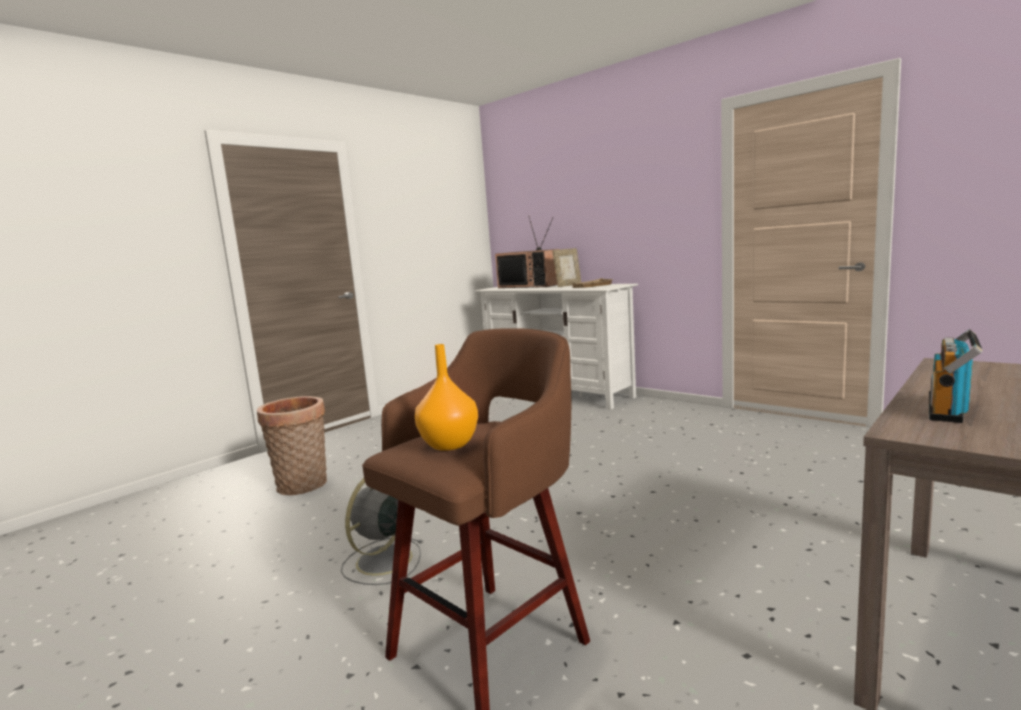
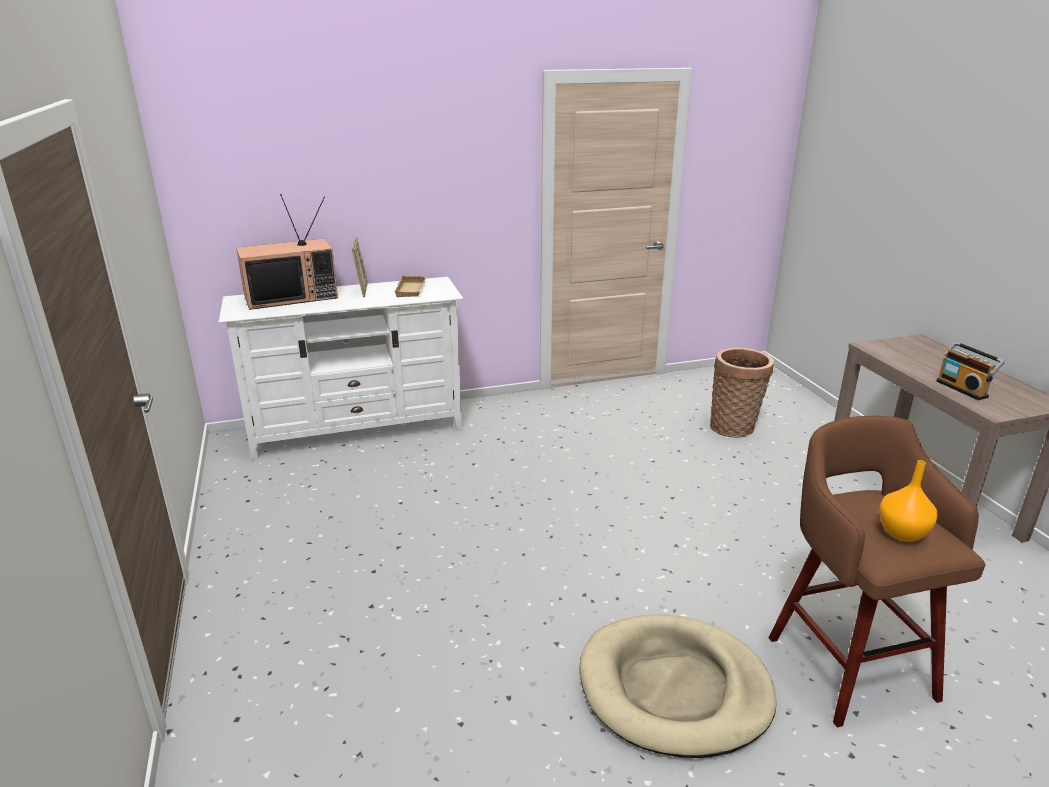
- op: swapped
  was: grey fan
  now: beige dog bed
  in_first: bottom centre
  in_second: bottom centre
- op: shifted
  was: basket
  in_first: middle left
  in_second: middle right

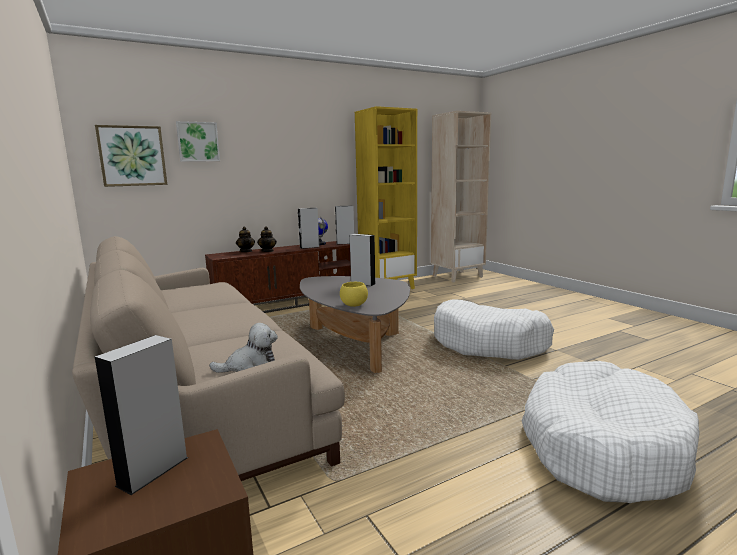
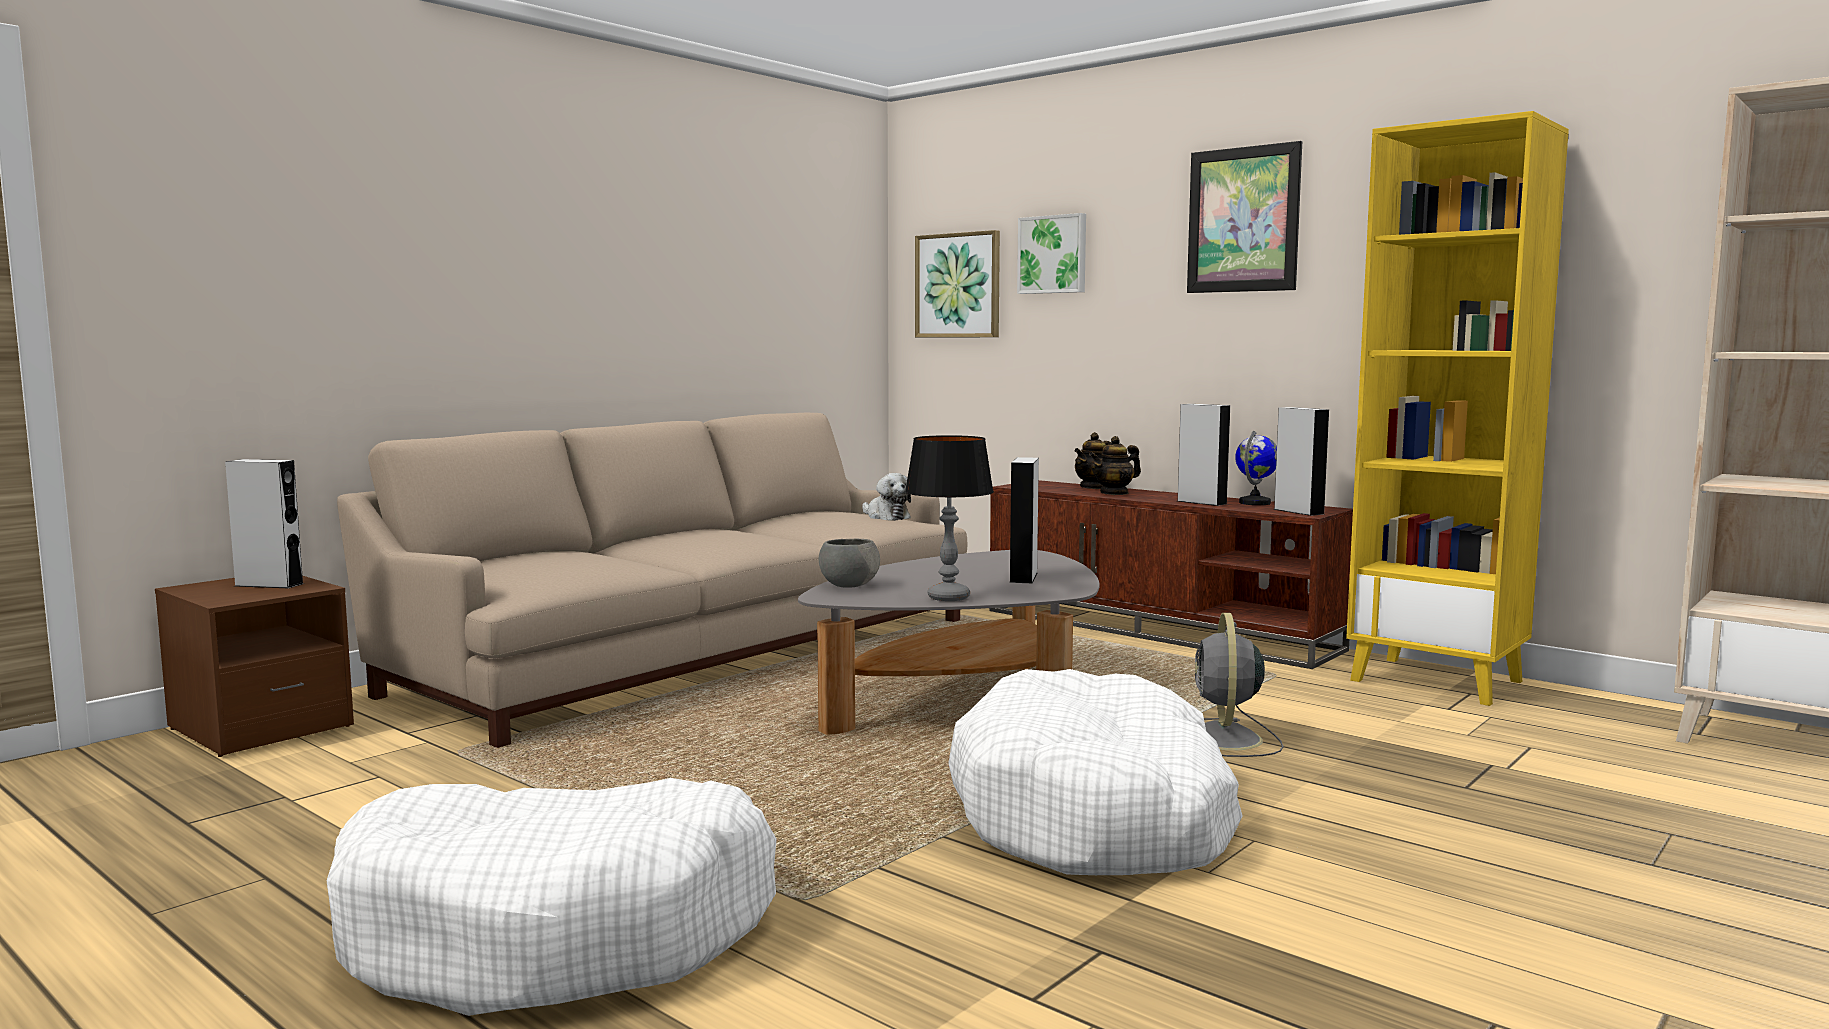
- op: repainted
  was: yellow bowl
  now: grey bowl
  in_first: centre
  in_second: centre
- op: shifted
  was: plush toy
  in_first: middle left
  in_second: centre
- op: new
  now: table lamp
  in_second: centre
- op: new
  now: picture (no. 3 from left)
  in_second: top right
- op: new
  now: grey fan
  in_second: middle right

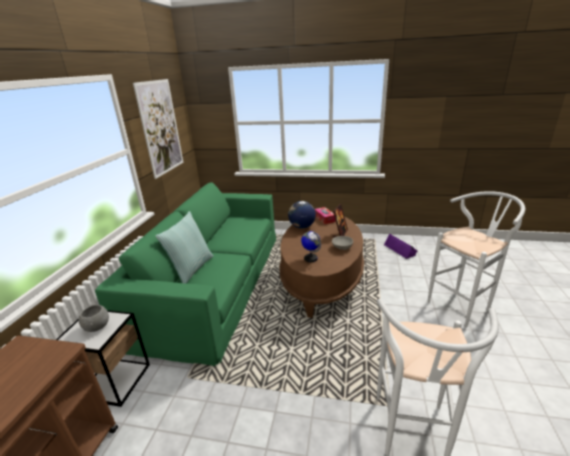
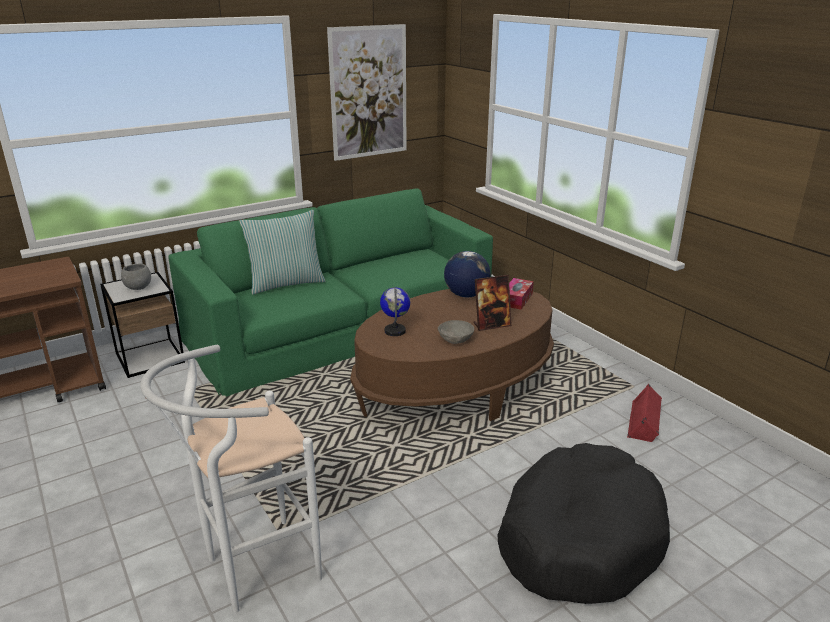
- op: swapped
  was: white stool (no. 2 from left)
  now: black dog bed
  in_first: middle right
  in_second: bottom right
- op: repainted
  was: purple speaker
  now: red speaker
  in_first: middle right
  in_second: middle right

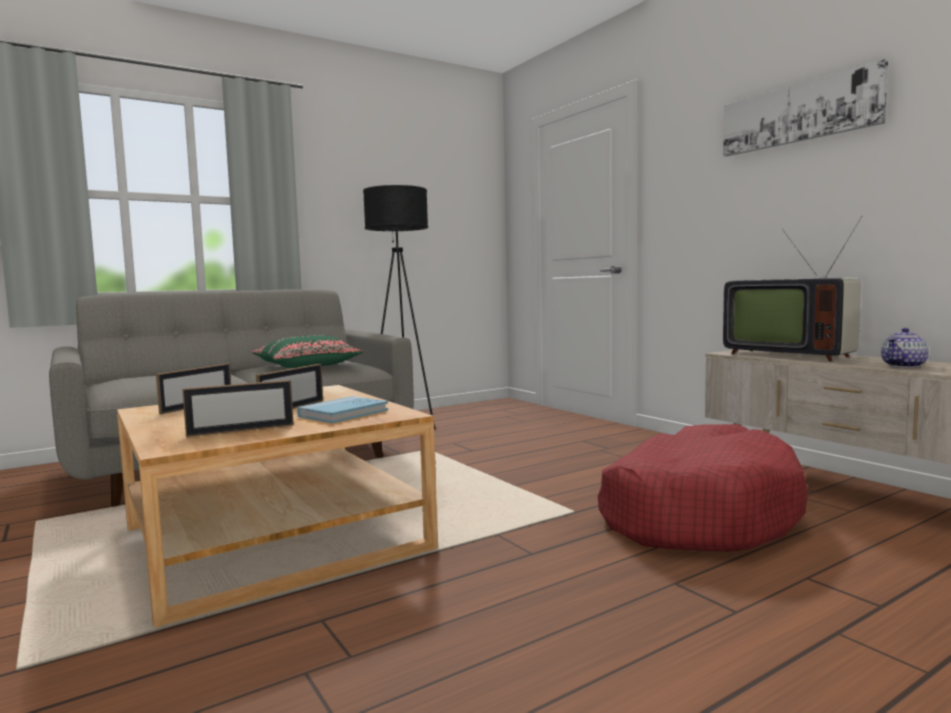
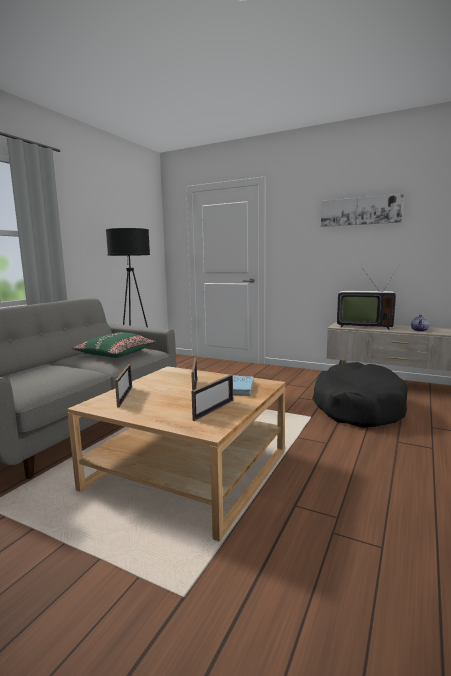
- op: repainted
  was: red dog bed
  now: black dog bed
  in_first: bottom right
  in_second: middle right

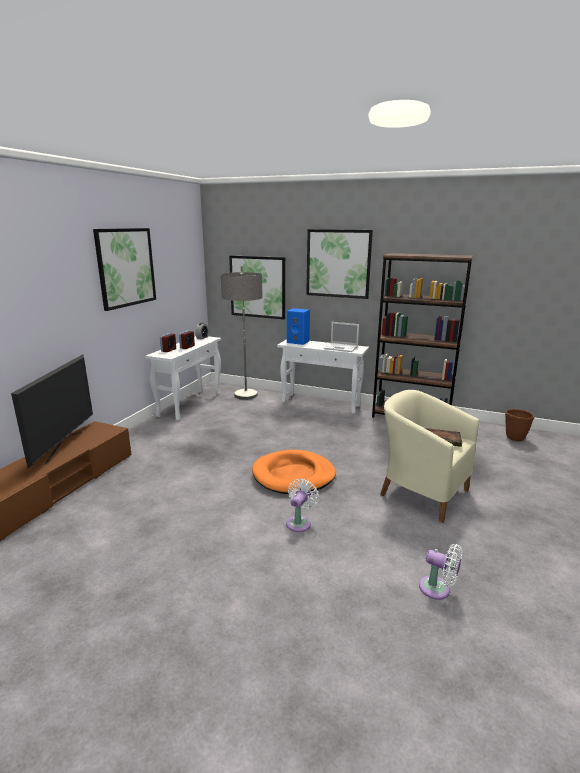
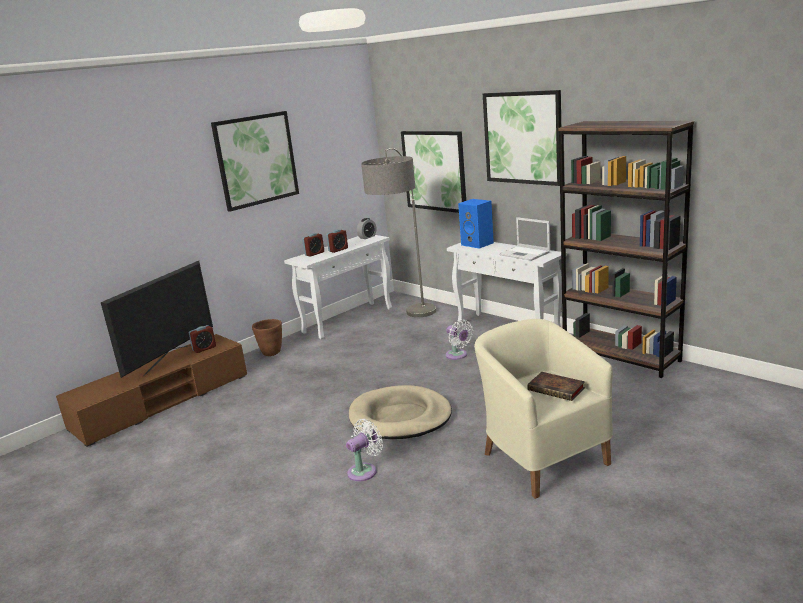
- op: new
  now: alarm clock (no. 1 from left)
  in_second: middle left
- op: shifted
  was: brown planter
  in_first: middle right
  in_second: middle left
- op: repainted
  was: orange dog bed
  now: beige dog bed
  in_first: centre
  in_second: bottom centre
- op: shifted
  was: white fan (no. 2 from left)
  in_first: bottom right
  in_second: centre

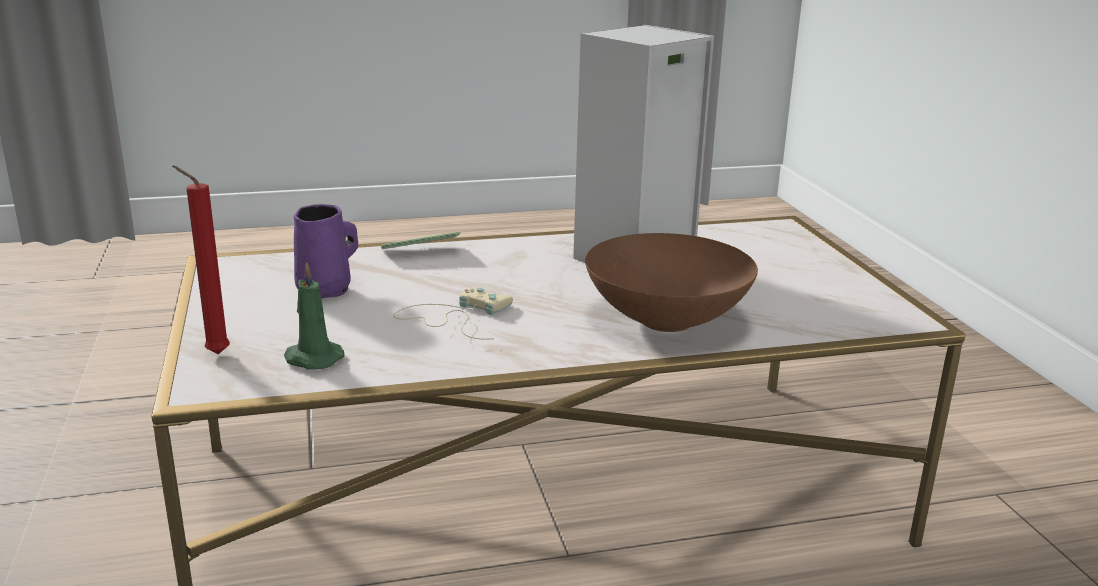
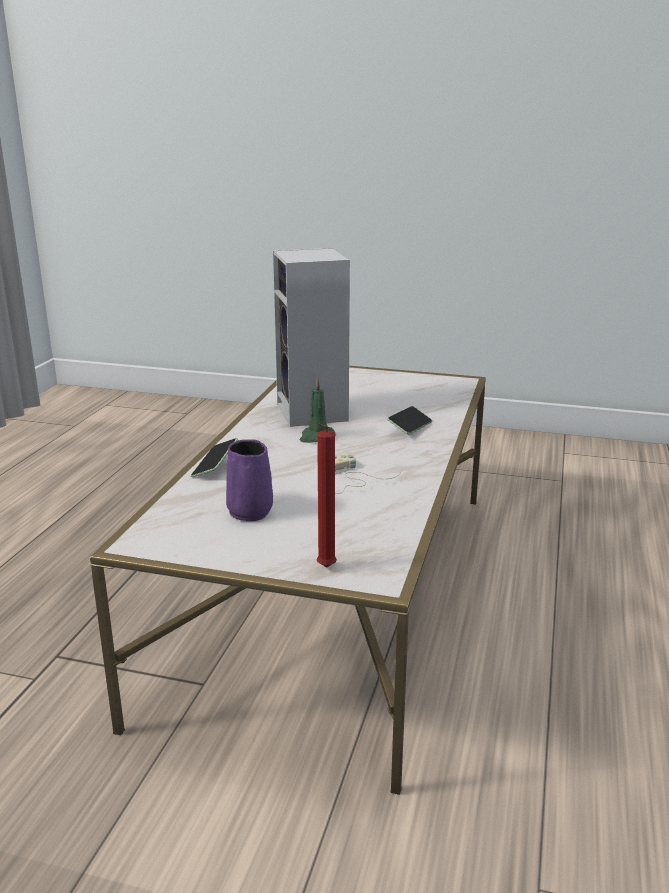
- op: shifted
  was: green candle
  in_first: middle left
  in_second: centre
- op: swapped
  was: brown bowl
  now: phone (no. 2 from left)
  in_first: centre
  in_second: centre

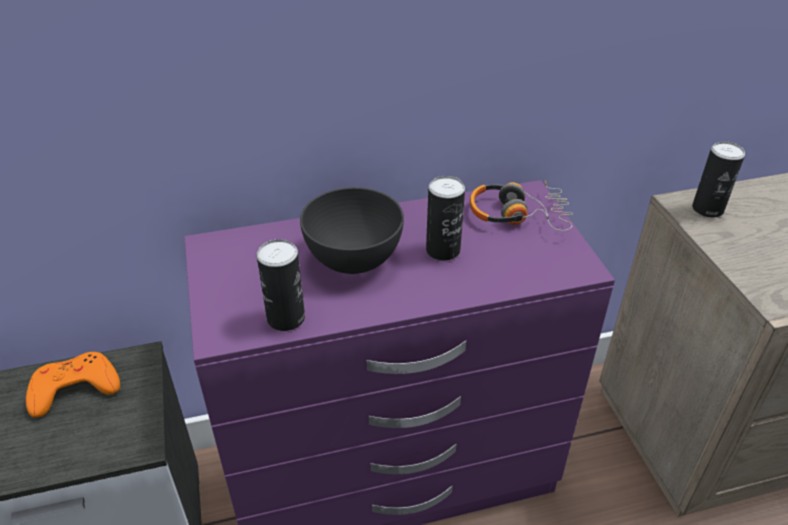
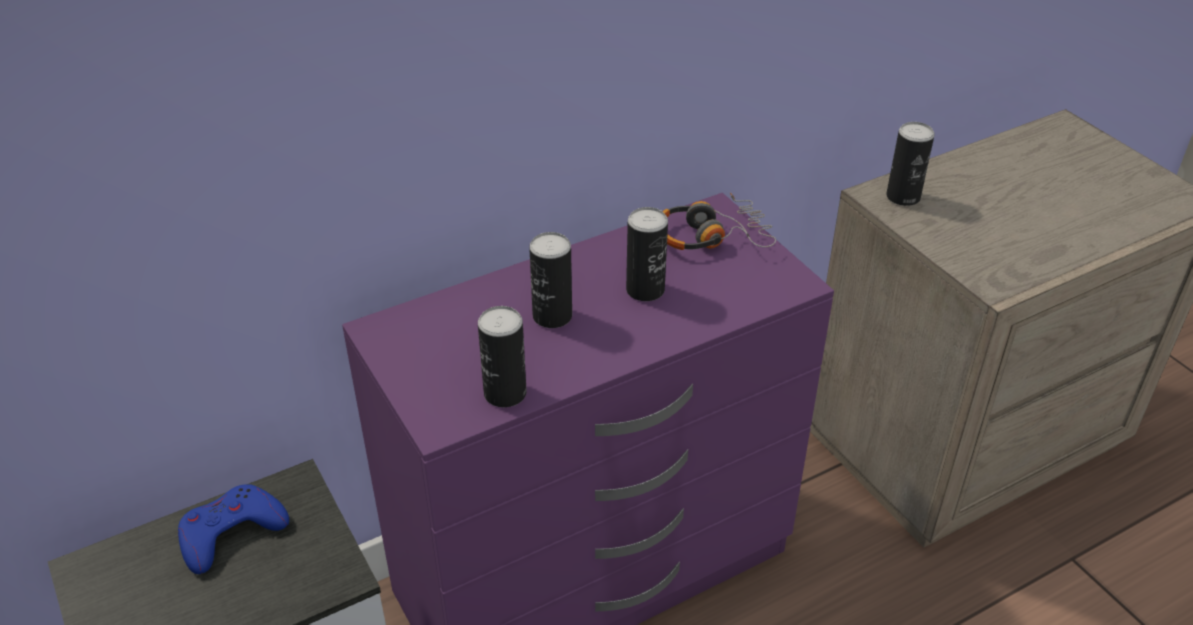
- op: repainted
  was: orange game controller
  now: blue game controller
  in_first: bottom left
  in_second: bottom left
- op: swapped
  was: grey bowl
  now: can (no. 2 from left)
  in_first: centre
  in_second: centre

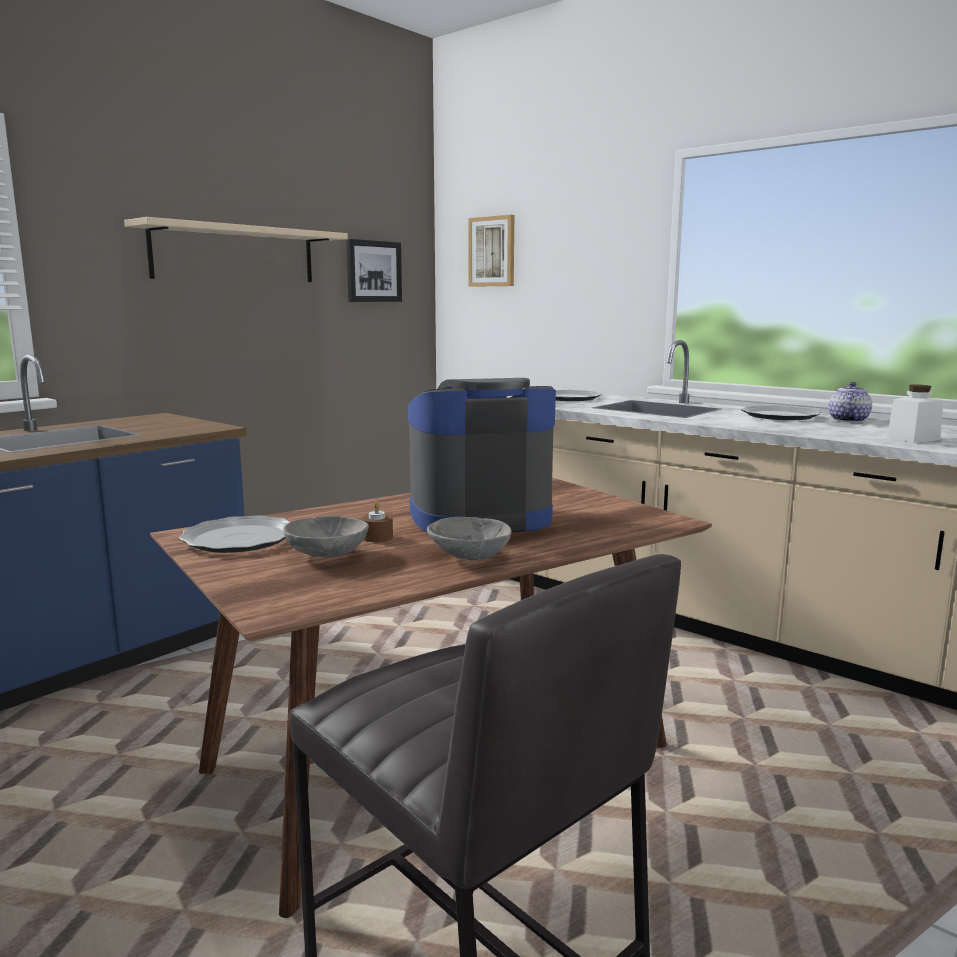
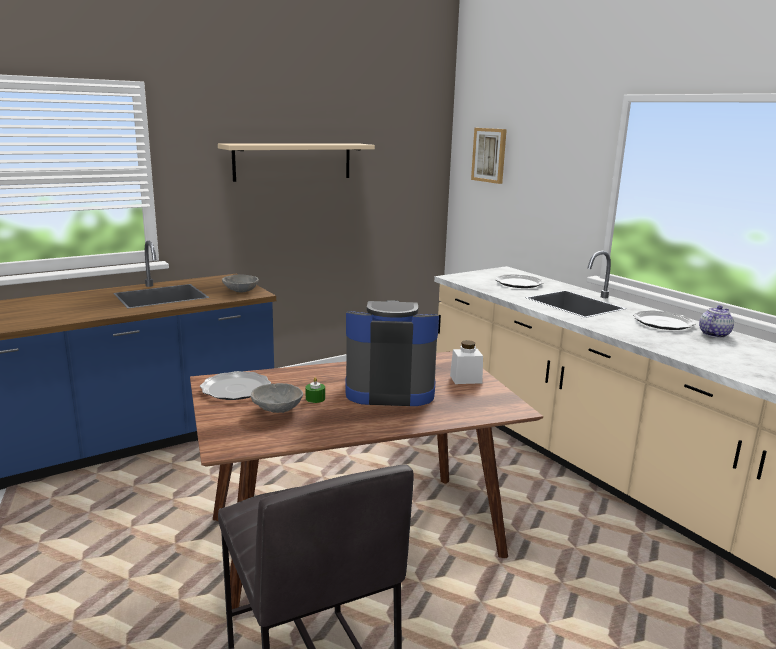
- op: shifted
  was: grey bowl (no. 2 from left in the first image)
  now: grey bowl (no. 1 from left)
  in_first: centre
  in_second: middle left
- op: repainted
  was: brown candle
  now: green candle
  in_first: centre
  in_second: centre
- op: shifted
  was: white jar
  in_first: middle right
  in_second: centre
- op: gone
  was: picture (no. 1 from left)
  in_first: top centre

